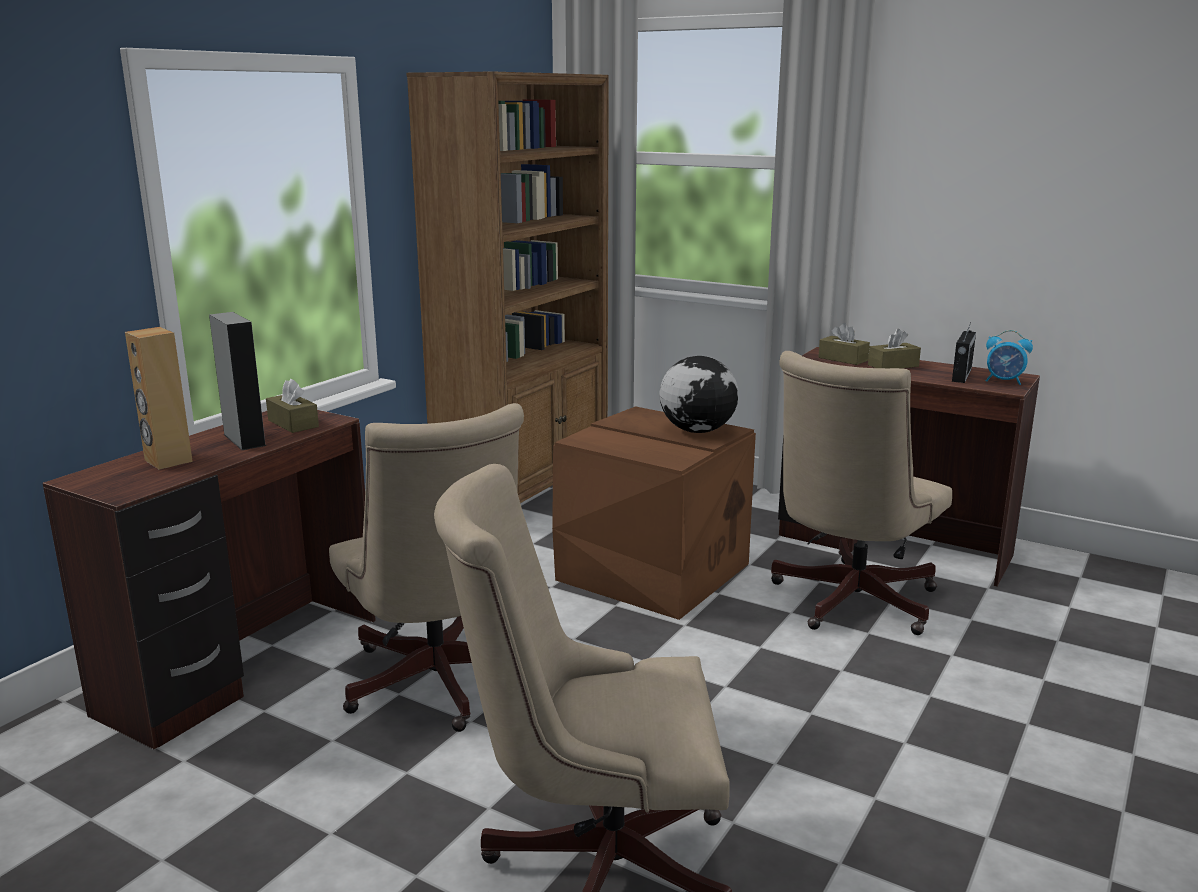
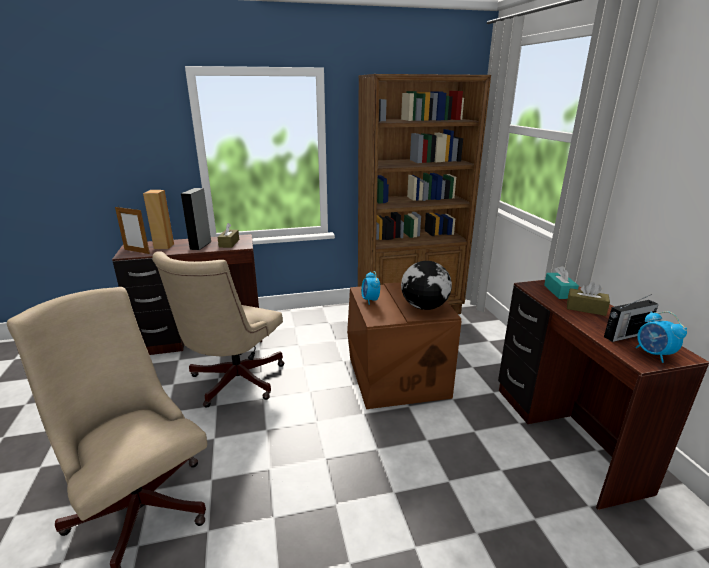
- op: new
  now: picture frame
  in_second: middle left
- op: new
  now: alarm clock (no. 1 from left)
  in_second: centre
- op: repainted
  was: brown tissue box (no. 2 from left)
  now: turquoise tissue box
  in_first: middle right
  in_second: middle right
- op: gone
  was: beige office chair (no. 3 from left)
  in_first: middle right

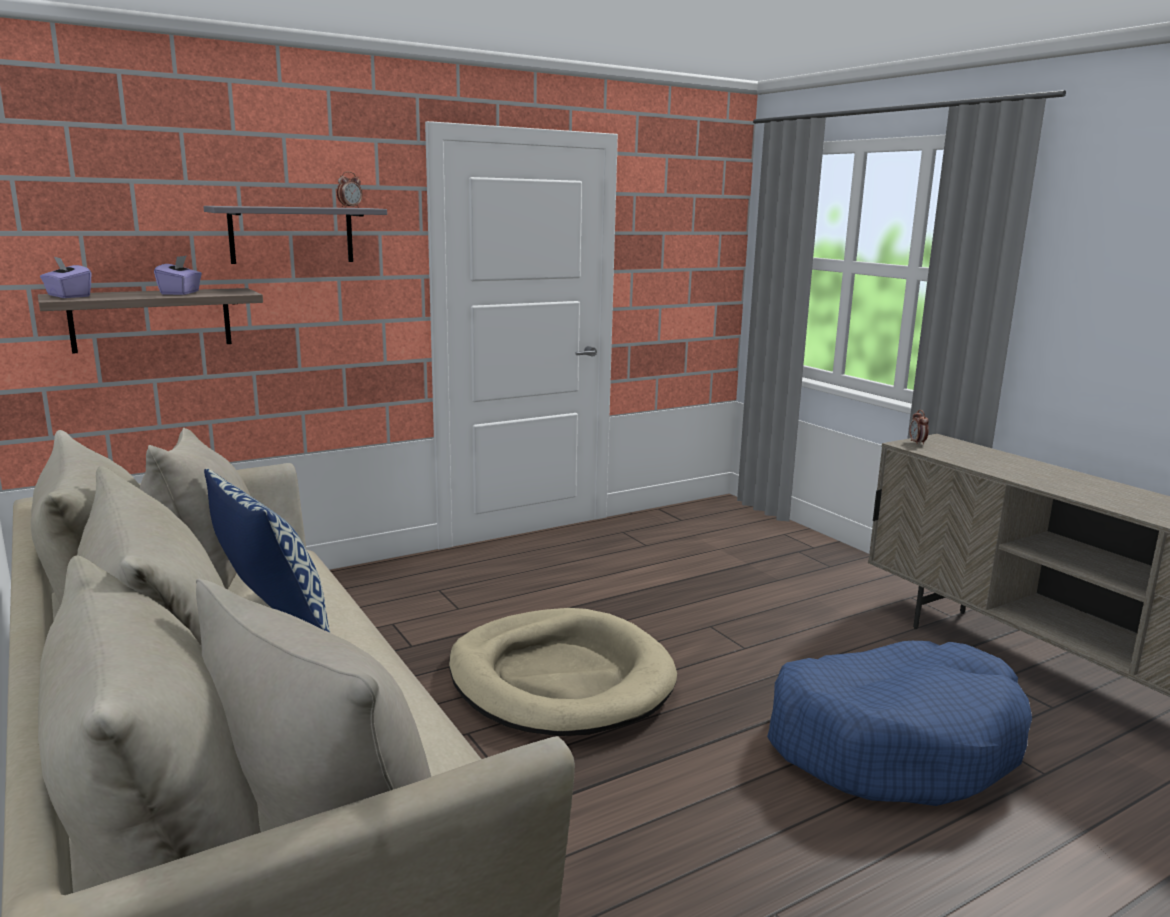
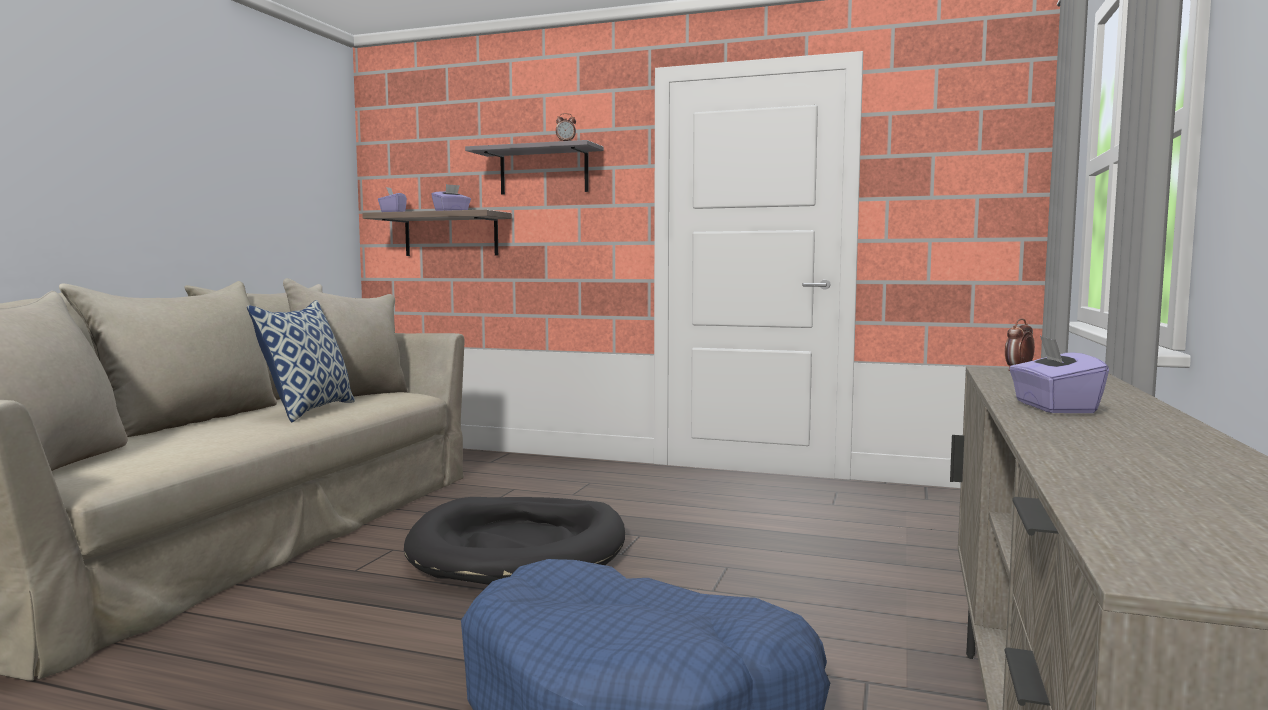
- op: repainted
  was: beige dog bed
  now: black dog bed
  in_first: bottom centre
  in_second: bottom centre
- op: new
  now: purple tissue box (no. 3 from left)
  in_second: middle right

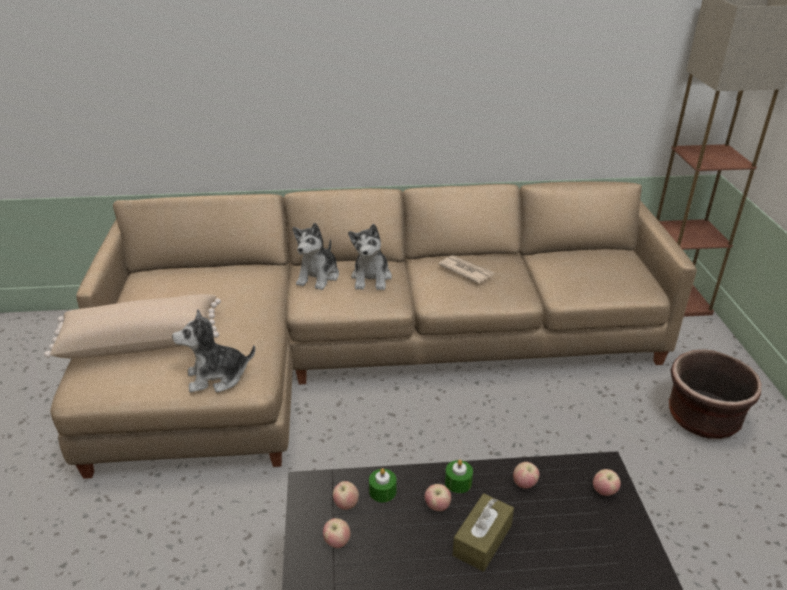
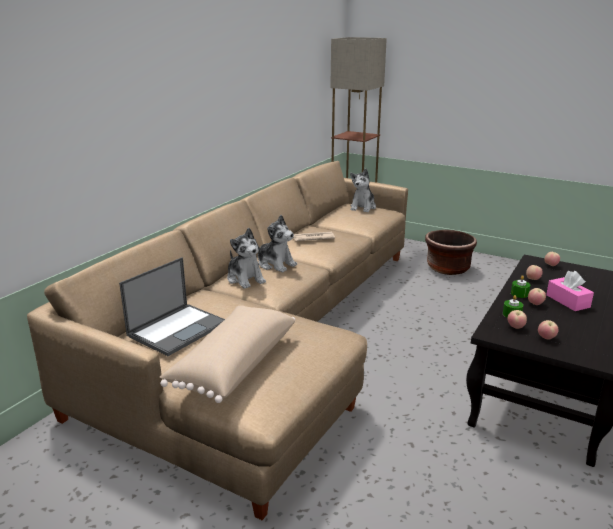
- op: new
  now: laptop
  in_second: middle left
- op: shifted
  was: plush toy (no. 1 from left in the first image)
  now: plush toy (no. 3 from left)
  in_first: middle left
  in_second: centre
- op: repainted
  was: brown tissue box
  now: pink tissue box
  in_first: bottom centre
  in_second: middle right

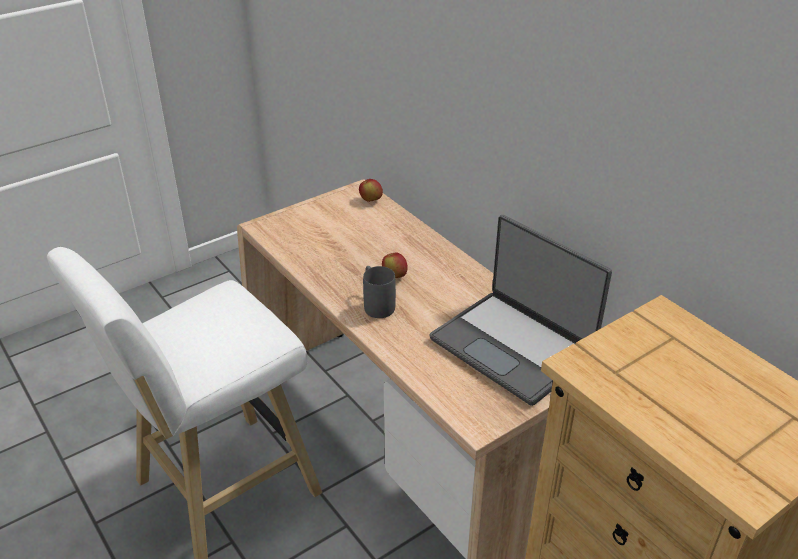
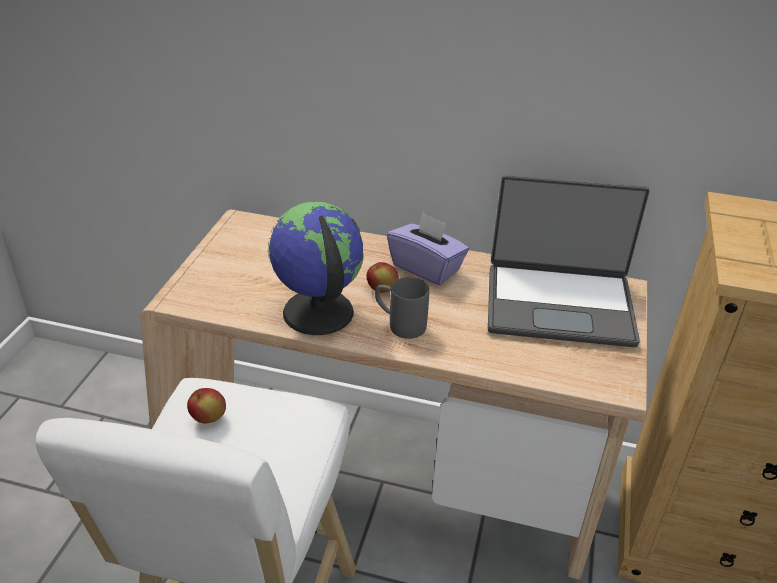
- op: shifted
  was: apple (no. 1 from left)
  in_first: centre
  in_second: bottom left
- op: new
  now: globe
  in_second: centre
- op: new
  now: purple tissue box
  in_second: centre

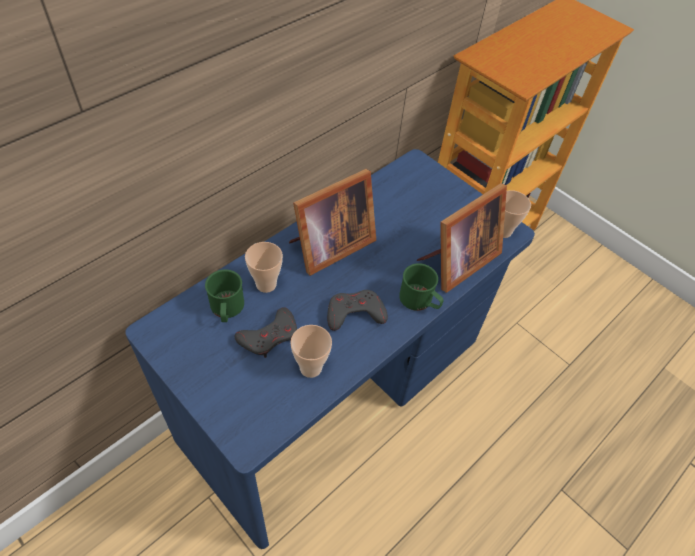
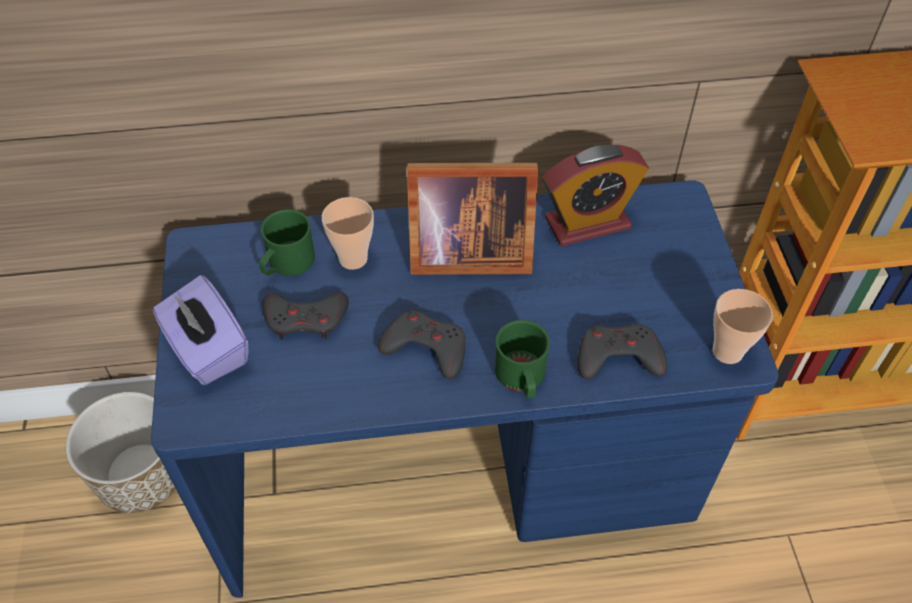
- op: new
  now: planter
  in_second: bottom left
- op: new
  now: purple tissue box
  in_second: middle left
- op: new
  now: alarm clock
  in_second: top centre
- op: swapped
  was: picture frame (no. 2 from left)
  now: grey game controller (no. 3 from left)
  in_first: centre
  in_second: middle right
- op: gone
  was: cup (no. 2 from left)
  in_first: centre

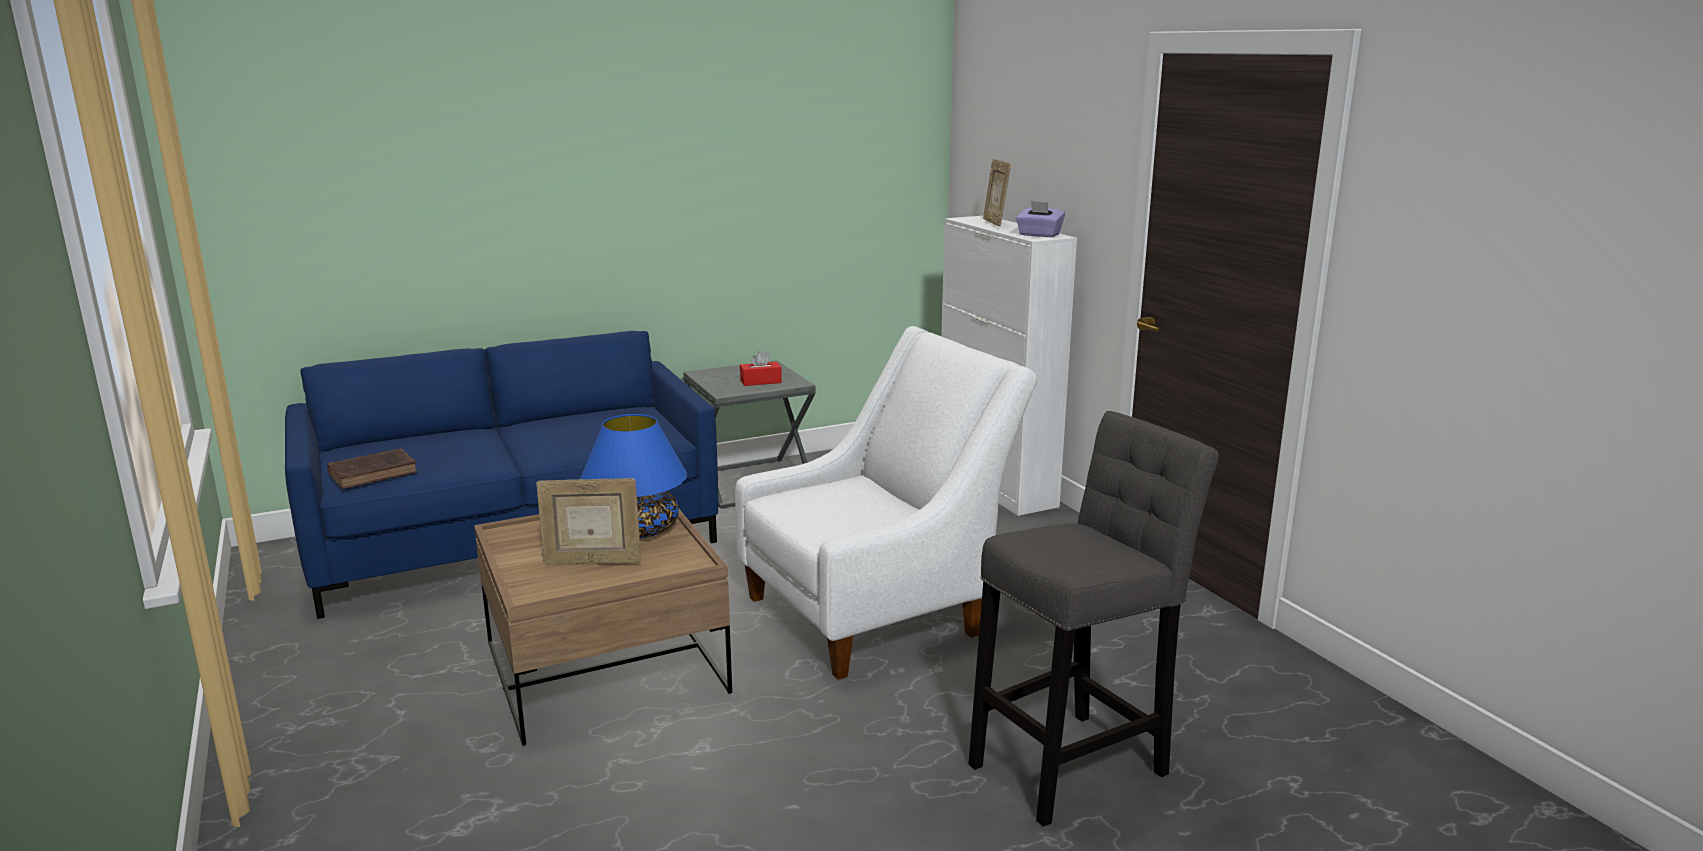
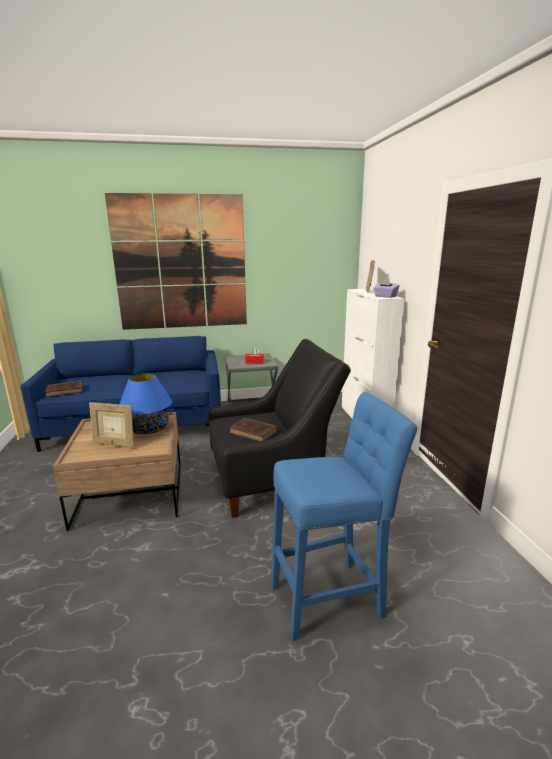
- op: new
  now: picture
  in_second: middle left
- op: repainted
  was: white armchair
  now: black armchair
  in_first: centre
  in_second: centre
- op: new
  now: brown book (no. 2 from left)
  in_second: centre
- op: repainted
  was: grey stool
  now: blue stool
  in_first: bottom centre
  in_second: bottom centre

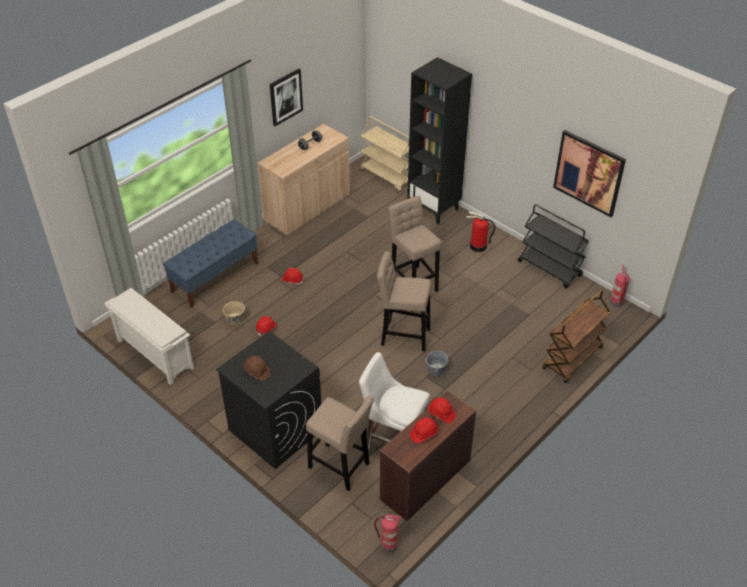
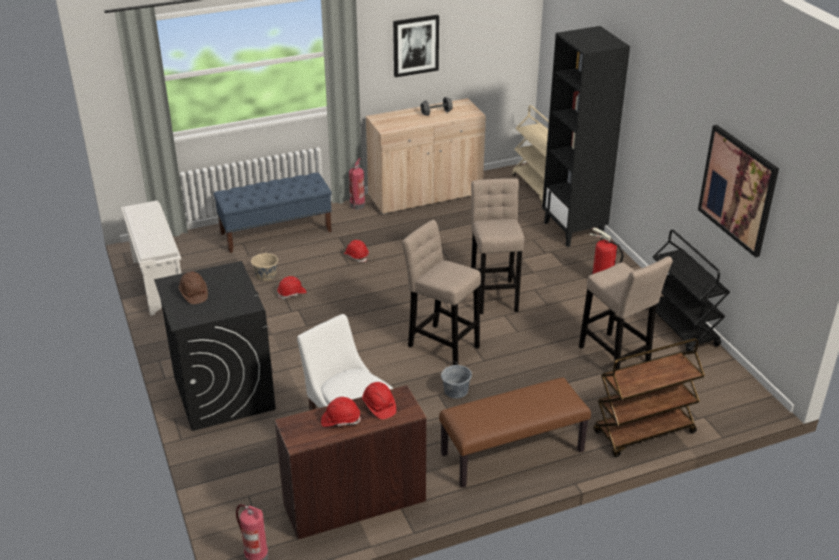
- op: shifted
  was: fire extinguisher (no. 3 from left in the first image)
  now: fire extinguisher (no. 2 from left)
  in_first: middle right
  in_second: top centre
- op: new
  now: brown bench
  in_second: bottom centre
- op: shifted
  was: beige stool (no. 1 from left in the first image)
  now: beige stool (no. 3 from left)
  in_first: bottom centre
  in_second: middle right

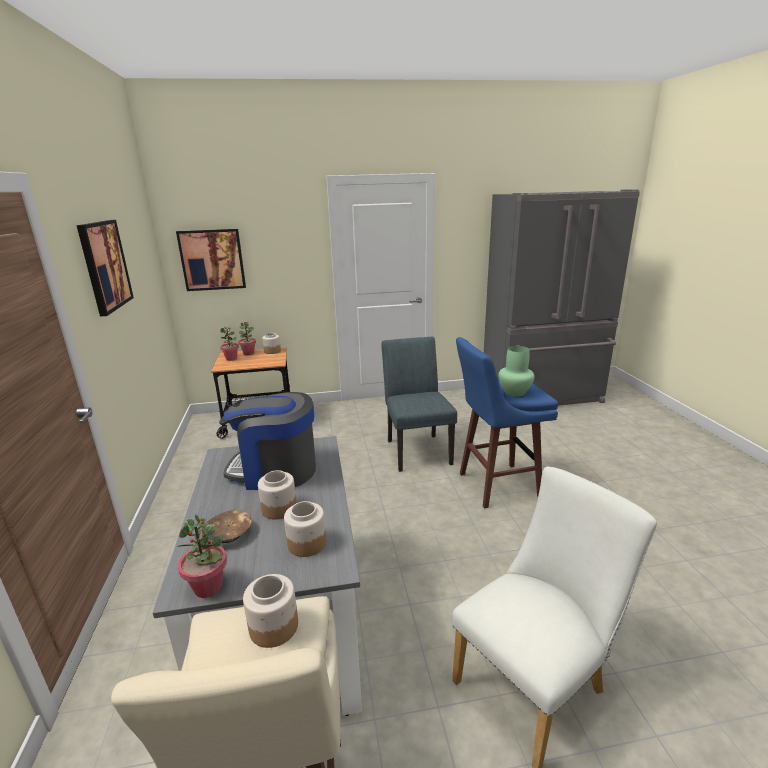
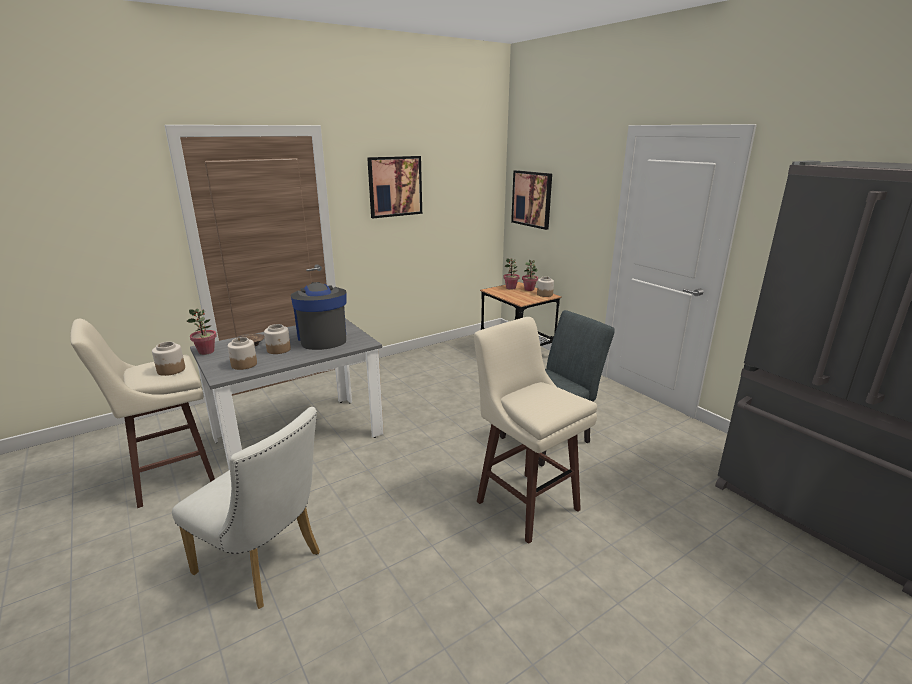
- op: repainted
  was: blue stool
  now: beige stool (no. 2 from left)
  in_first: centre
  in_second: centre
- op: gone
  was: green vase
  in_first: middle right

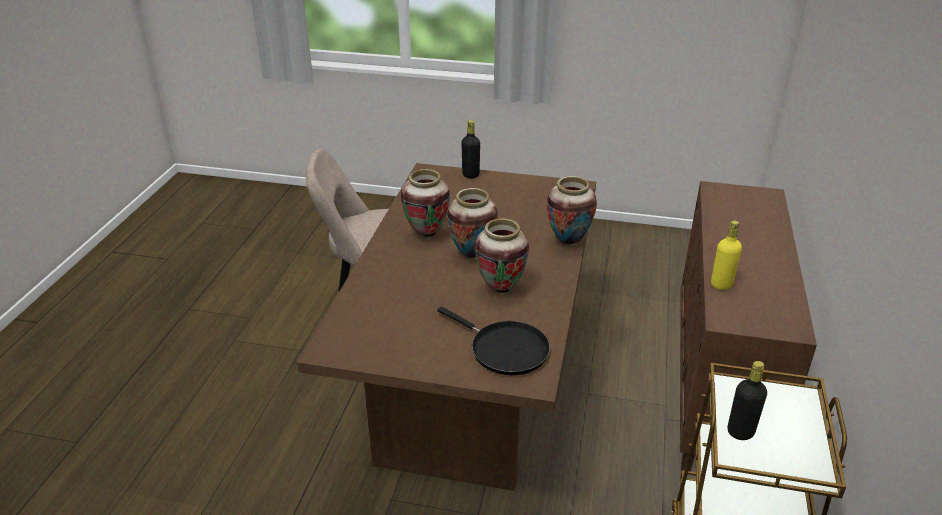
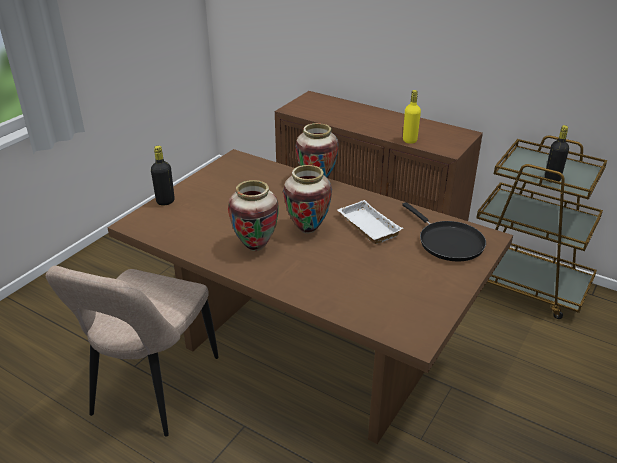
- op: swapped
  was: vase (no. 3 from left)
  now: white tray
  in_first: centre
  in_second: centre
- op: rotated
  was: black frying pan
  in_first: centre
  in_second: middle right
  clockwise: 90

